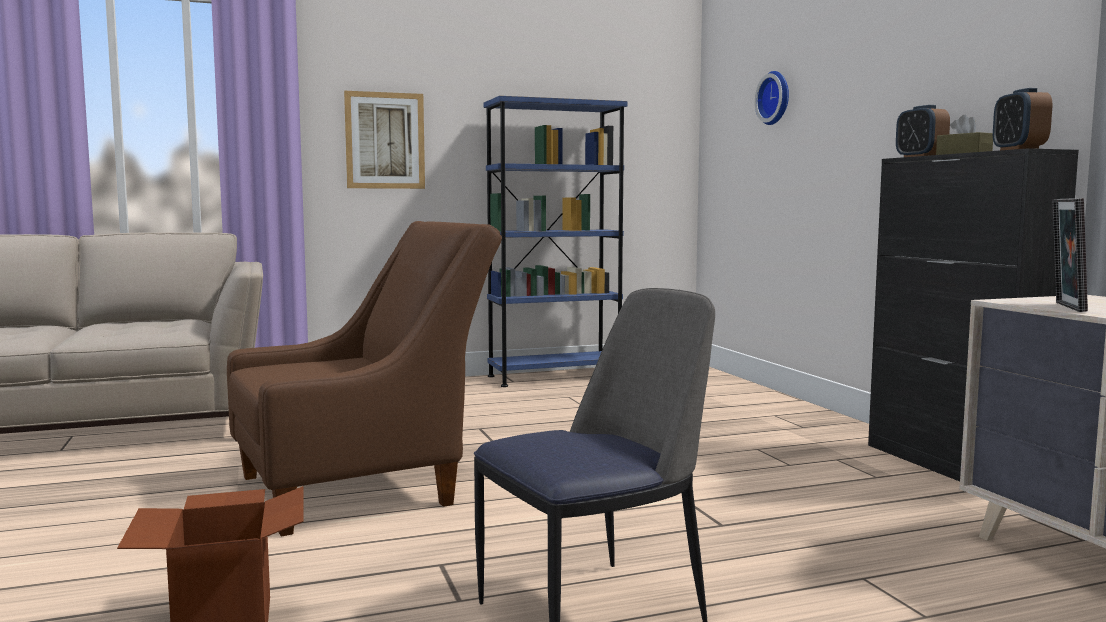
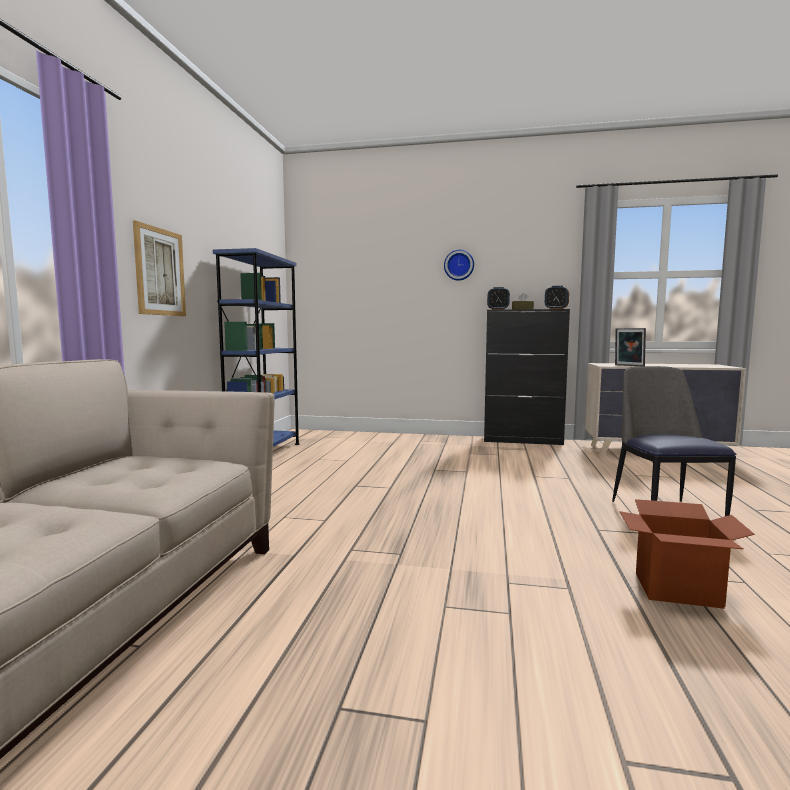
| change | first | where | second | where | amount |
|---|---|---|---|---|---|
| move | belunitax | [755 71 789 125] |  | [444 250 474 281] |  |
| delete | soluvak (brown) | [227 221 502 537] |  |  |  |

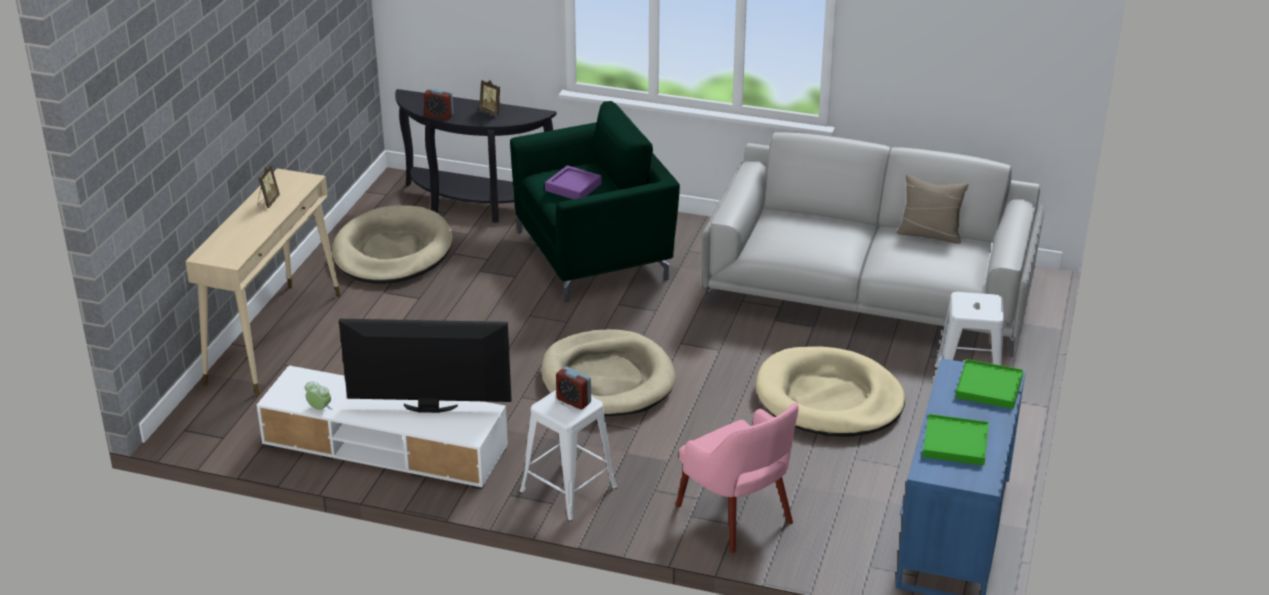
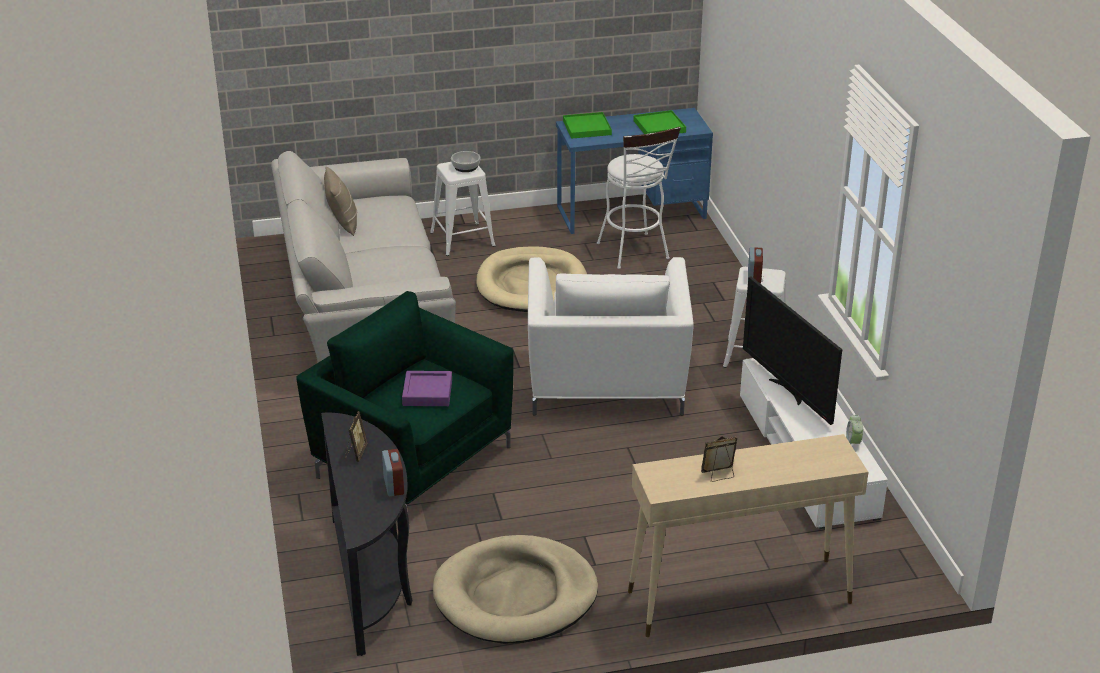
| change | first | where | second | where | amount |
|---|---|---|---|---|---|
| replace | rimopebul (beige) | [541 329 676 416] | soluvak (white) | [528 257 694 416] |  |
| delete | soluvak (pink) | [676 403 799 553] |  |  |  |
| insert |  |  | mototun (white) | [597 127 681 269] |  |
| insert |  |  | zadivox | [451 151 481 172] |  |

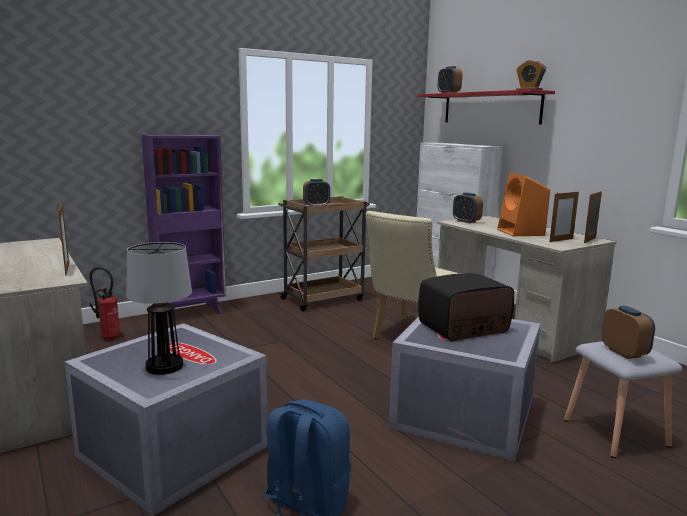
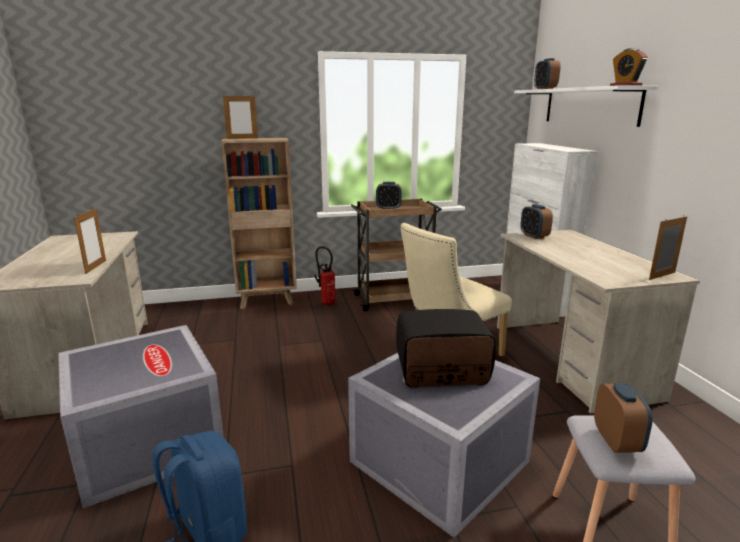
| change | first | where | second | where | amount |
|---|---|---|---|---|---|
| recolor | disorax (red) | [417 89 555 124] | disorax (white) | [514 85 658 127] |  |
| recolor | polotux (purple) | [142 135 226 323] | polotux (brown) | [221 138 297 309] |  |
| delete | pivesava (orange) | [497 173 550 236] |  |  |  |
| move | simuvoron | [549 191 579 242] |  | [223 95 258 139] |  |
| delete | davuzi | [126 242 192 375] |  |  |  |
| move | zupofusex | [89 267 120 340] |  | [314 246 335 306] |  |

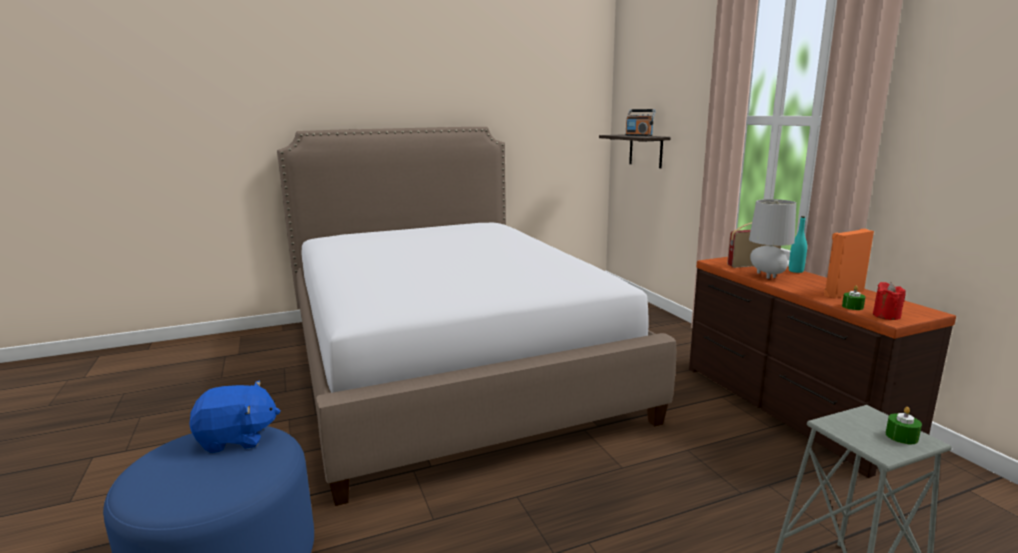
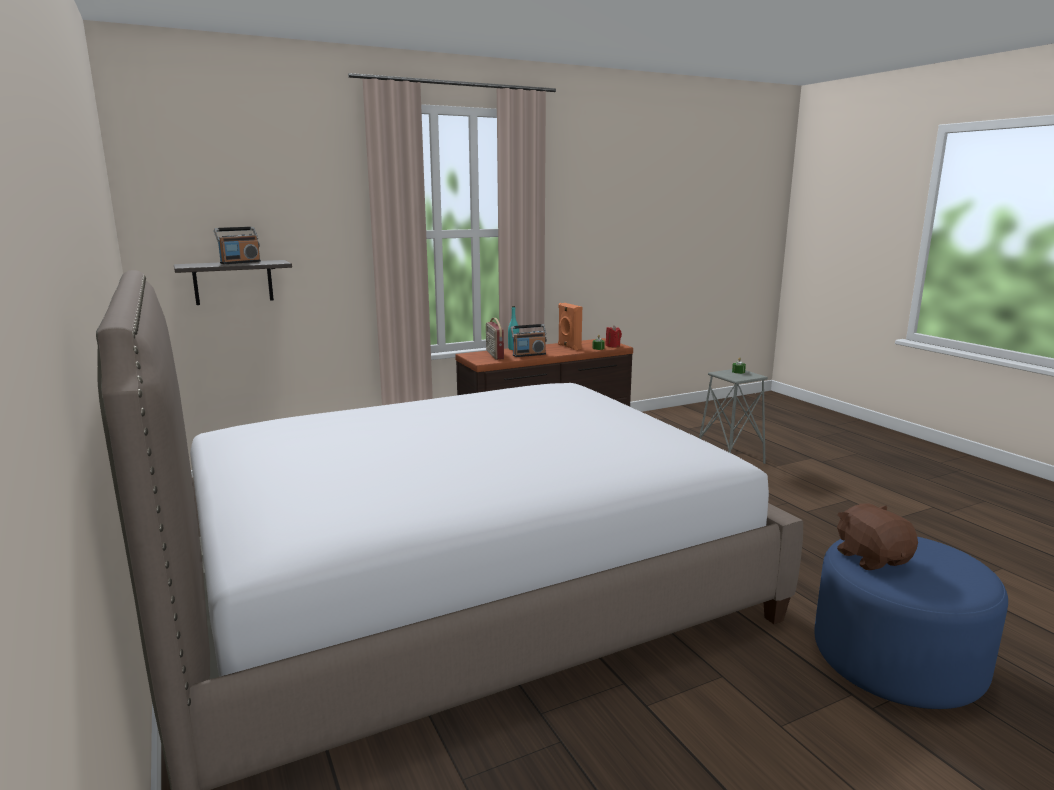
| change | first | where | second | where | amount |
|---|---|---|---|---|---|
| replace | davuzi (grey) | [749 199 796 279] | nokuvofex | [511 324 547 357] |  |
| recolor | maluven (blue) | [189 380 280 453] | maluven (brown) | [837 504 918 570] |  |

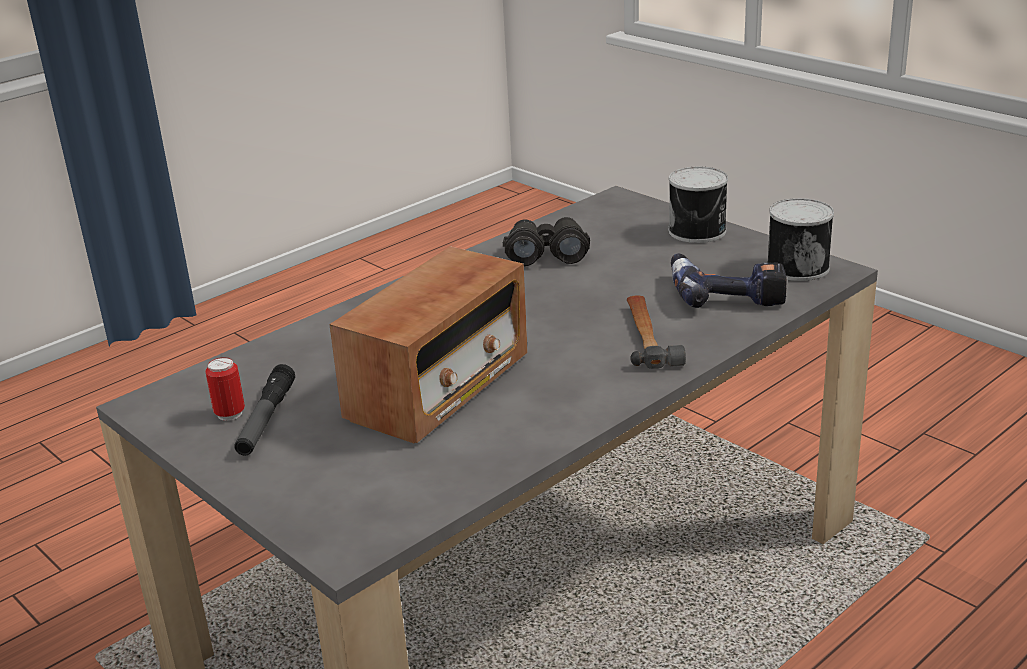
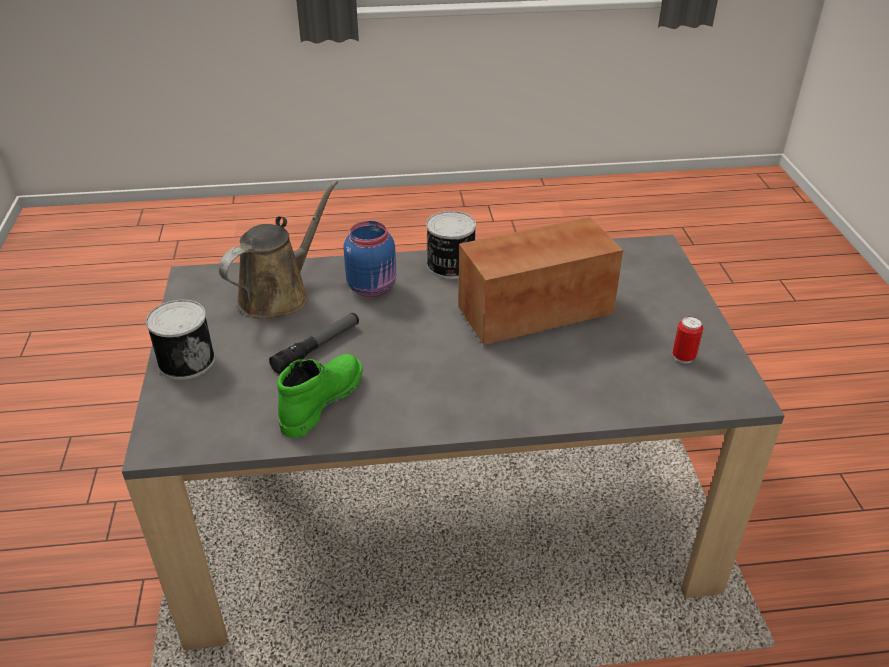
| change | first | where | second | where | amount |
|---|---|---|---|---|---|
| move | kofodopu | [767 198 834 281] |  | [426 211 476 279] |  |
| replace | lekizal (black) | [503 217 590 266] | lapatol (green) | [277 354 363 438] |  |
| replace | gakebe | [671 253 787 308] | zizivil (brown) | [219 180 338 319] |  |
| replace | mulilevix | [627 295 686 369] | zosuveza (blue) | [343 221 396 297] |  |
| move | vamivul | [234 364 295 456] |  | [269 313 359 374] |  |

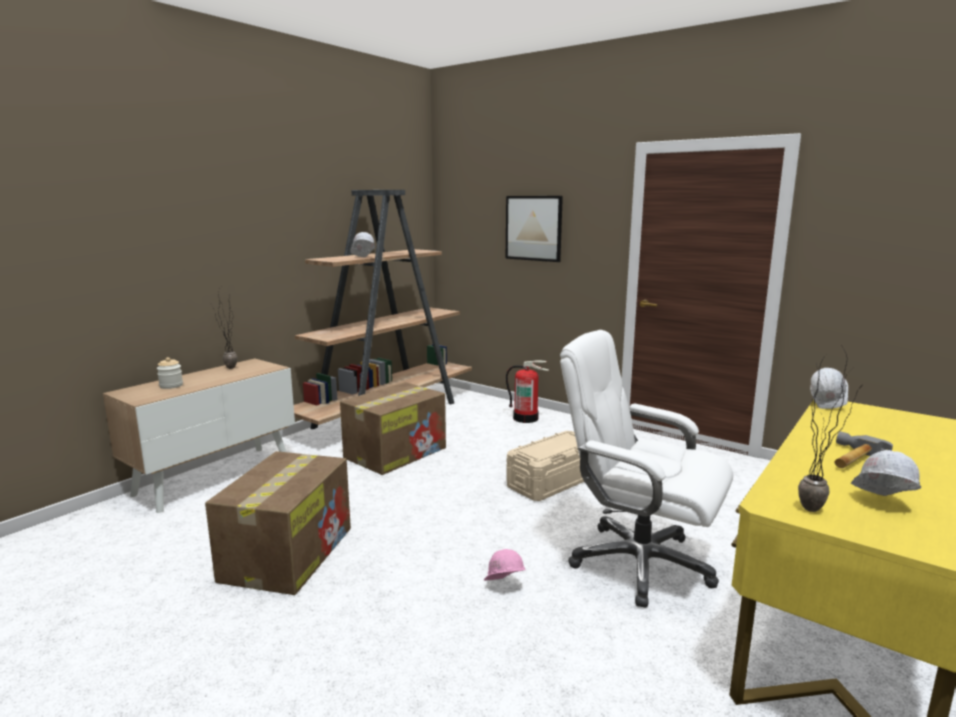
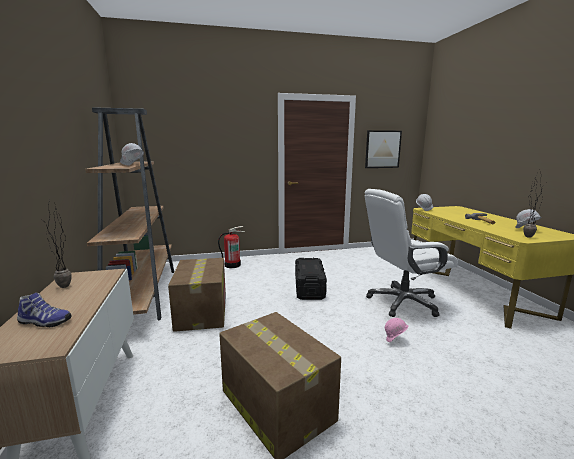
| change | first | where | second | where | amount |
|---|---|---|---|---|---|
| move | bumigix | [506 196 563 262] |  | [365 130 402 168] |  |
| replace | zosuveza | [157 357 183 389] | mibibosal | [17 292 72 327] |  |
| recolor | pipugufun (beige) | [506 431 584 501] | pipugufun (black) | [295 257 327 300] |  |

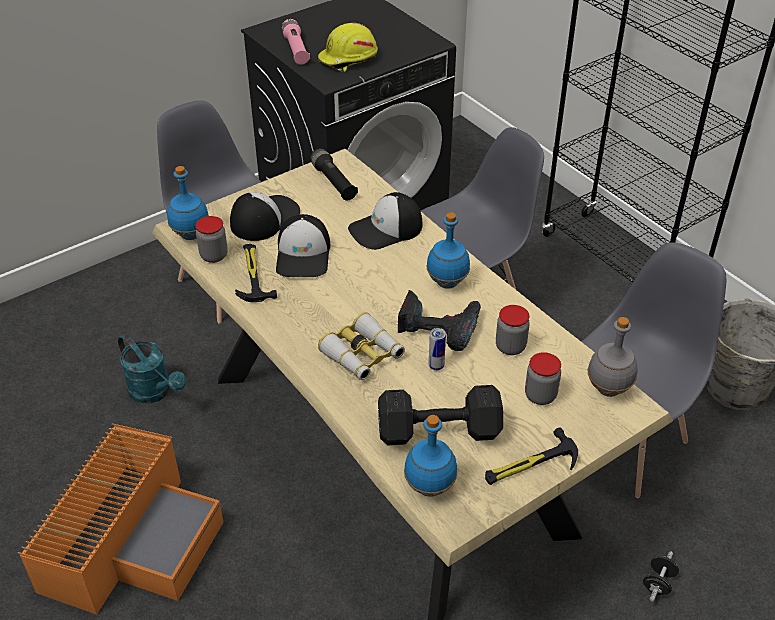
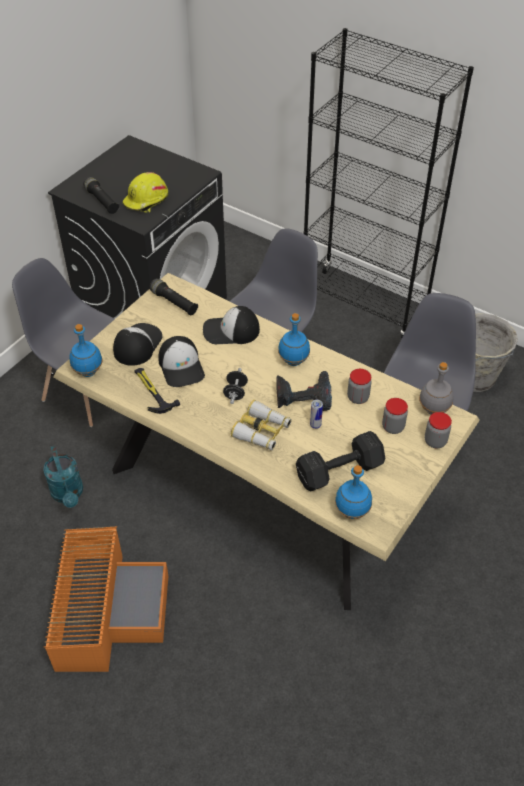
| change | first | where | second | where | amount |
|---|---|---|---|---|---|
| recolor | vamivul (pink) | [282 19 310 65] | vamivul (black) | [83 177 120 214] |  |
| rotate | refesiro | [348 192 422 250] |  | [203 306 260 344] | 45 degrees clockwise |
| move | zosuveza | [196 216 228 263] |  | [425 412 452 448] |  |
| rotate | zizivil (turquoise) | [118 334 186 403] |  | [43 446 83 508] | 45 degrees clockwise |
| delete | mulilevix | [485 427 578 485] |  |  |  |
| move | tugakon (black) | [643 551 679 601] |  | [223 368 248 404] |  |

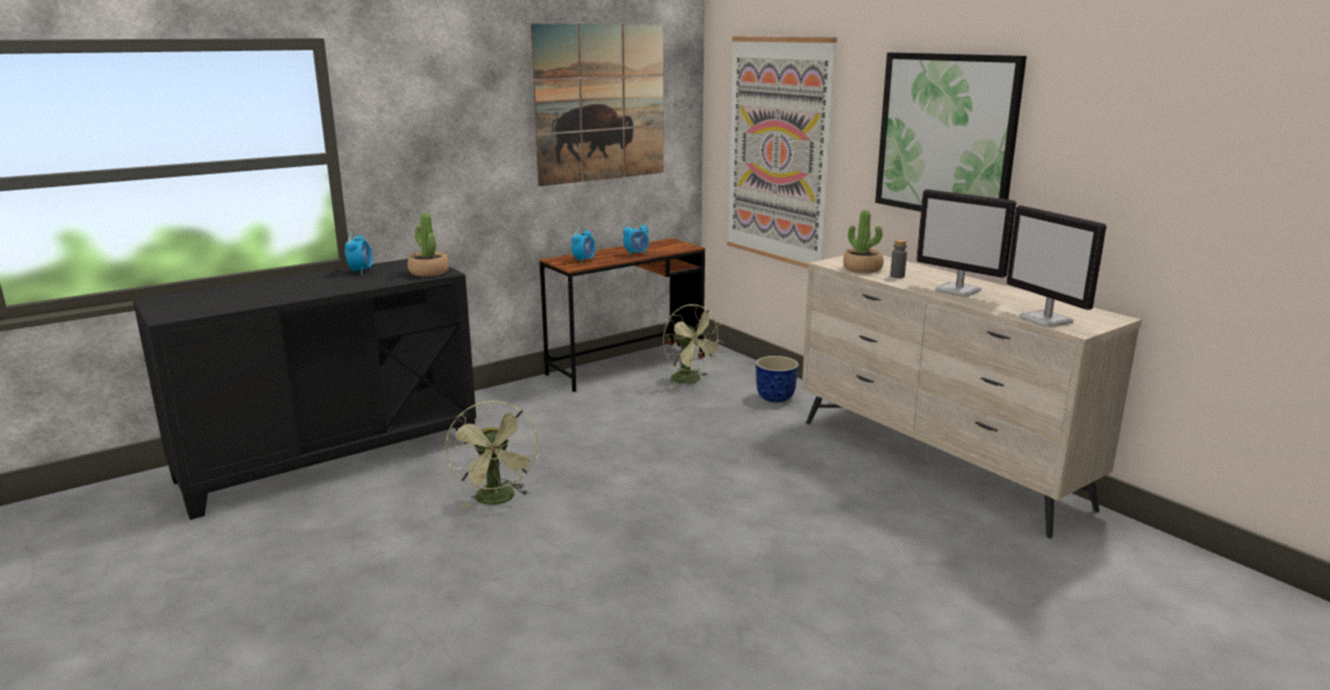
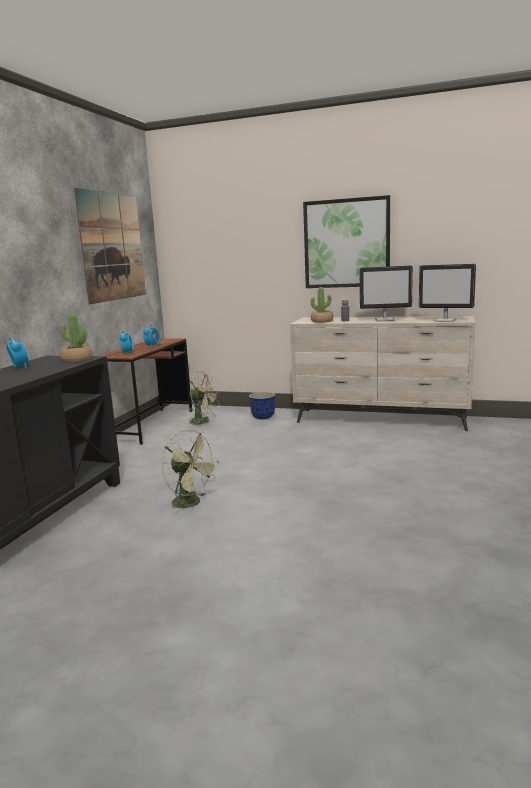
| change | first | where | second | where | amount |
|---|---|---|---|---|---|
| delete | bumigix | [727 36 837 268] |  |  |  |

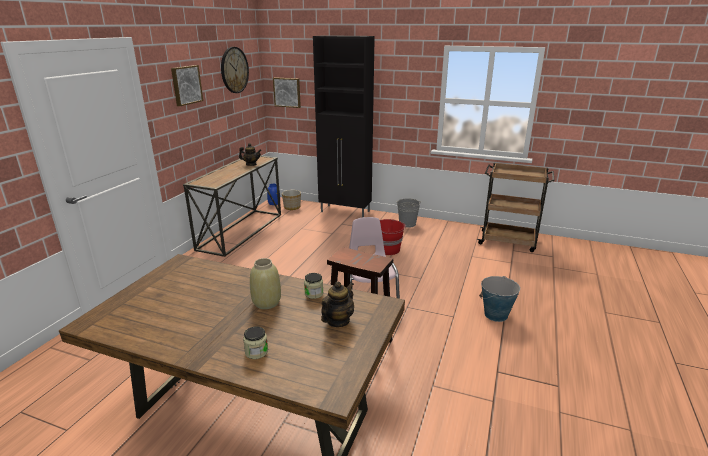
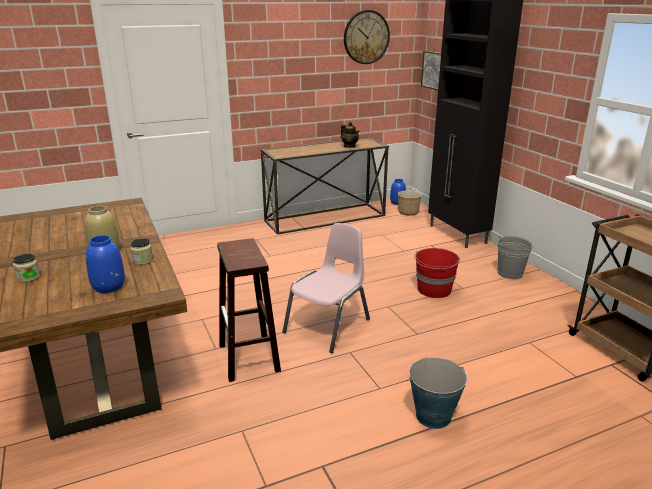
| change | first | where | second | where | amount |
|---|---|---|---|---|---|
| delete | bumigix | [171 65 203 106] |  |  |  |
| replace | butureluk | [321 281 354 327] | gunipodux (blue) | [86 235 125 293] |  |

